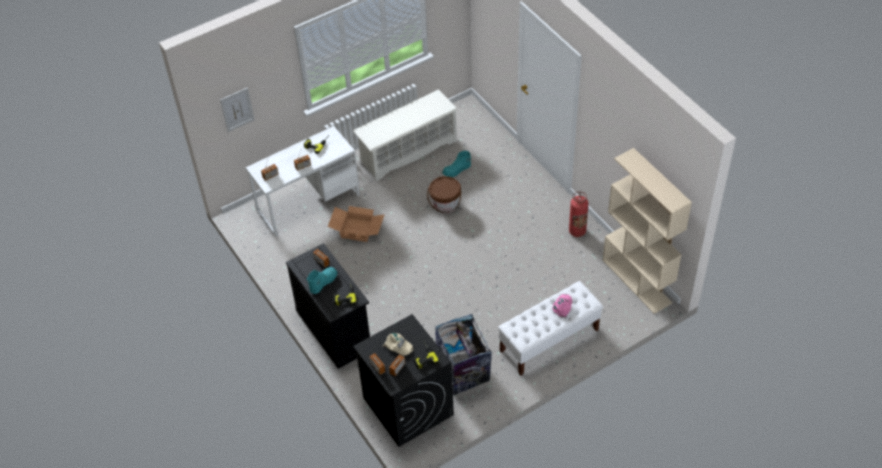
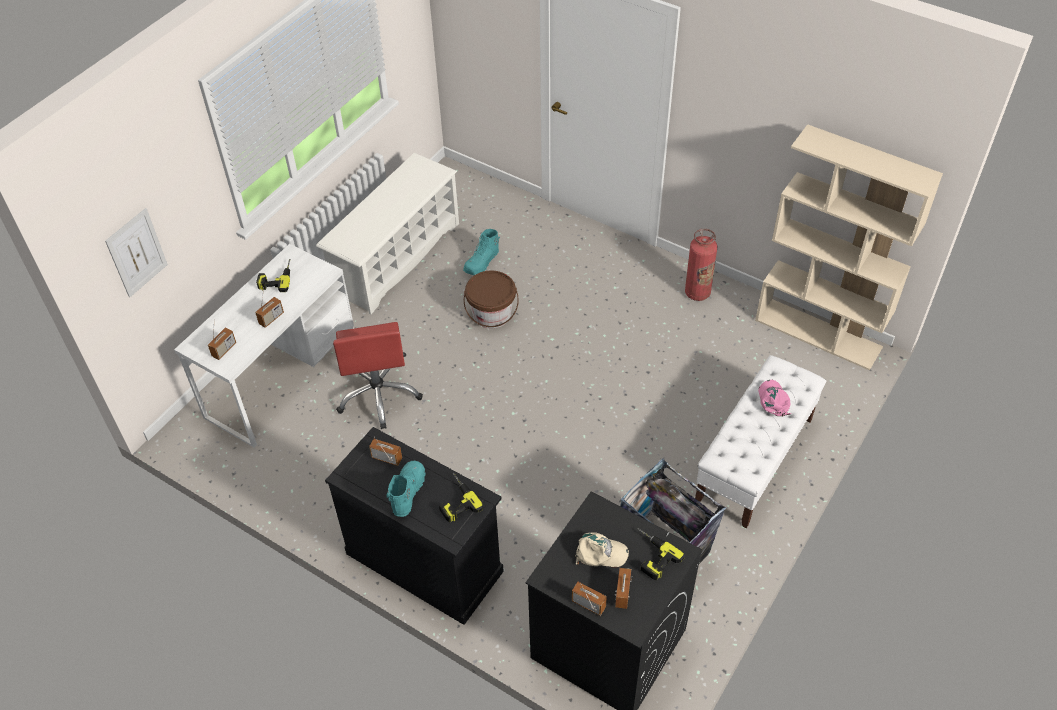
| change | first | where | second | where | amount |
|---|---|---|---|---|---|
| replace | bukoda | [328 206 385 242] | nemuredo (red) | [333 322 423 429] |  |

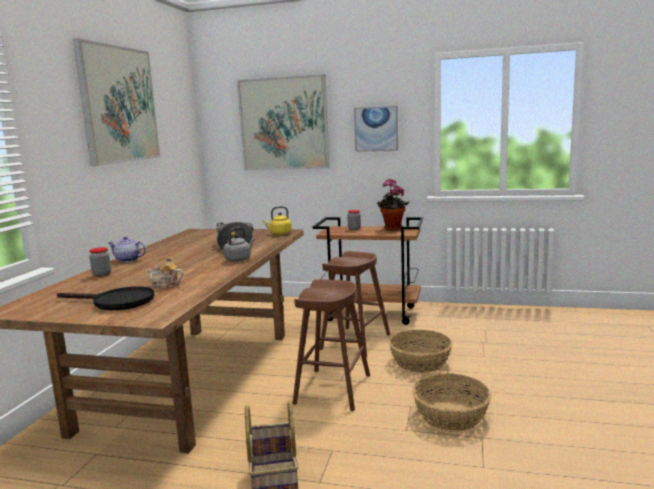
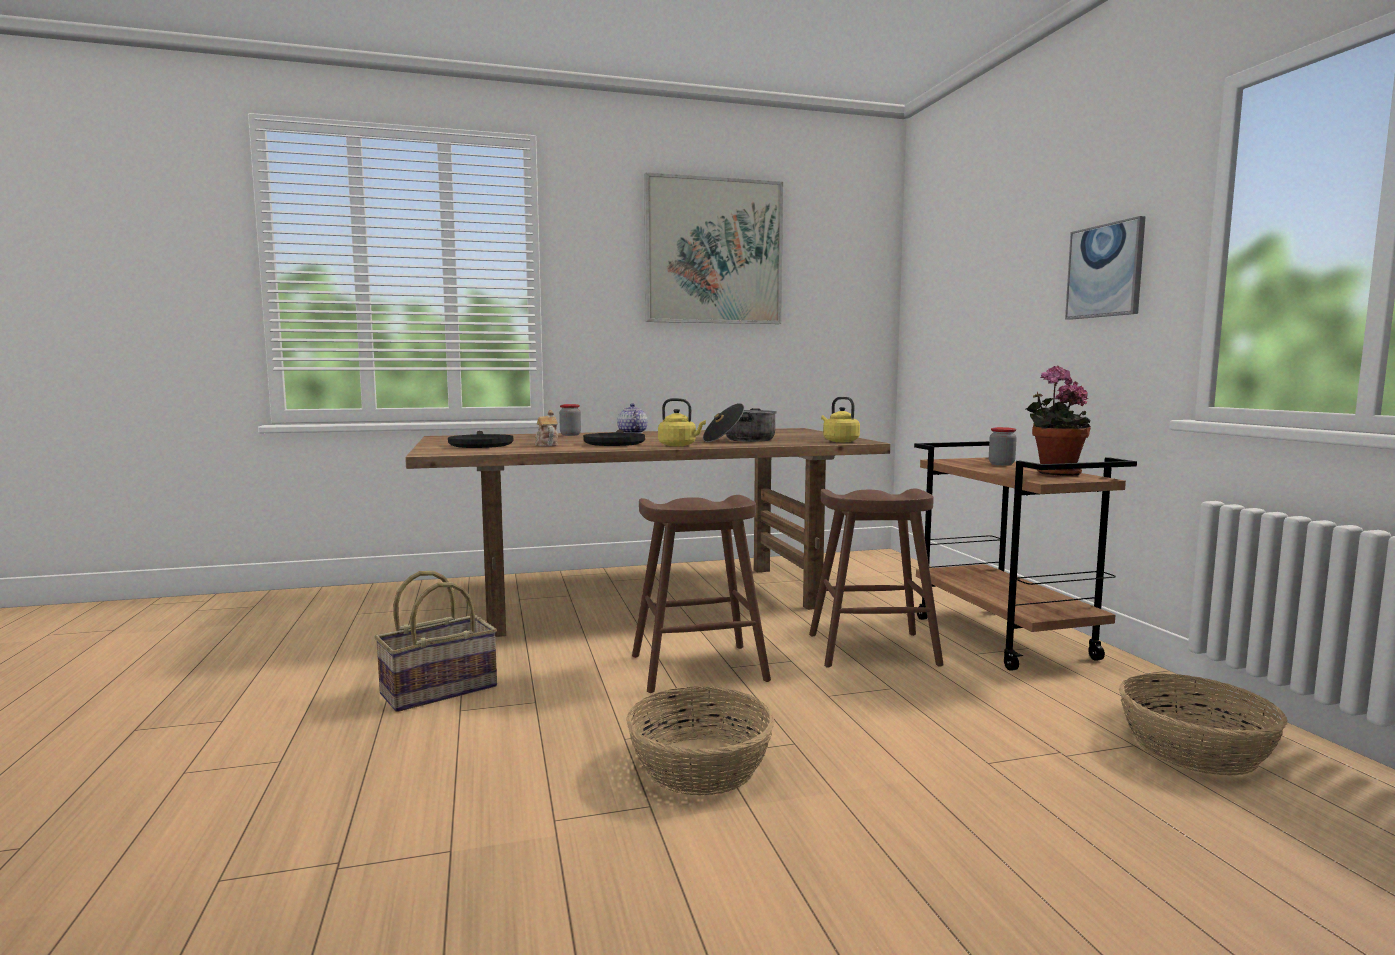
| change | first | where | second | where | amount |
|---|---|---|---|---|---|
| delete | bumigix | [237 74 330 170] |  |  |  |
| recolor | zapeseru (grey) | [223 227 255 262] | zapeseru (yellow) | [658 398 706 446] |  |
| move | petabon | [389 330 452 373] |  | [1119 674 1287 776] |  |
| insert |  |  | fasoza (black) | [583 429 645 446] |  |

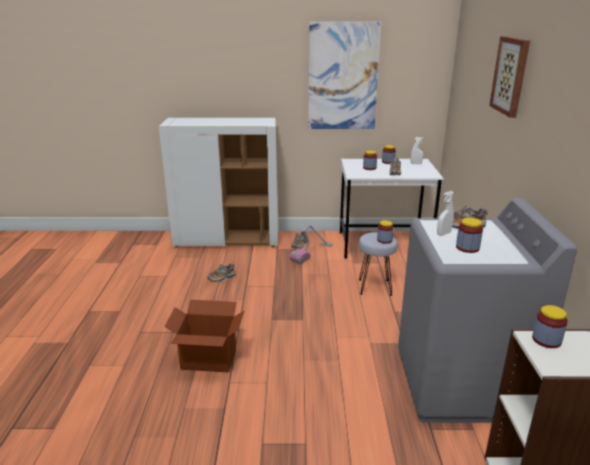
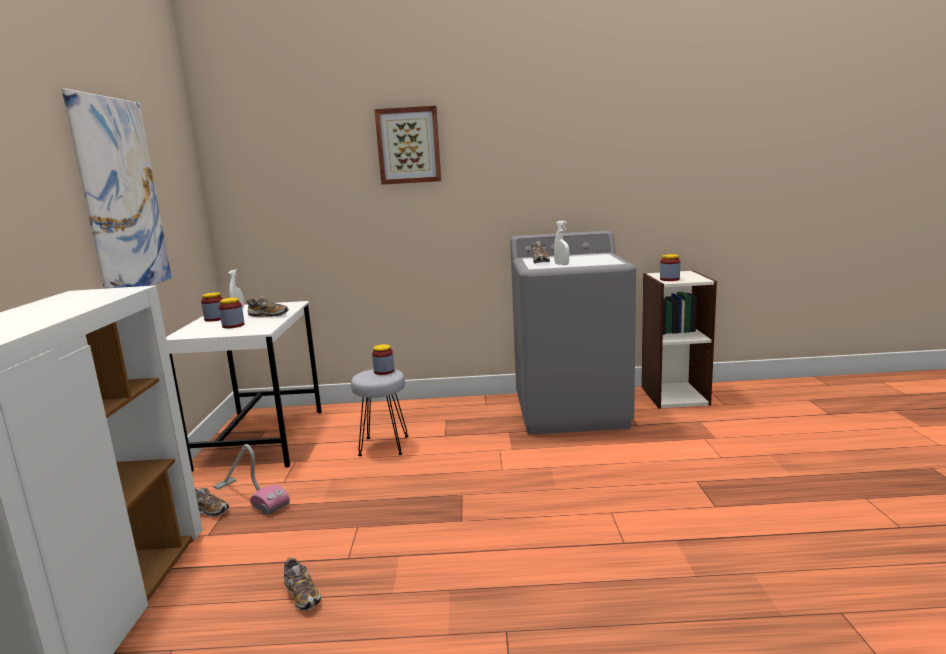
| change | first | where | second | where | amount |
|---|---|---|---|---|---|
| delete | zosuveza | [456 218 483 253] |  |  |  |
| delete | bukoda | [164 300 244 373] |  |  |  |

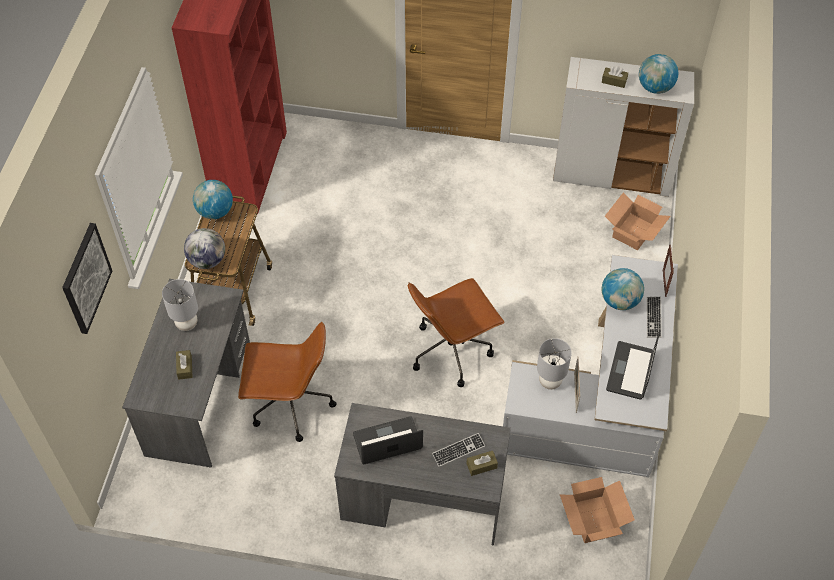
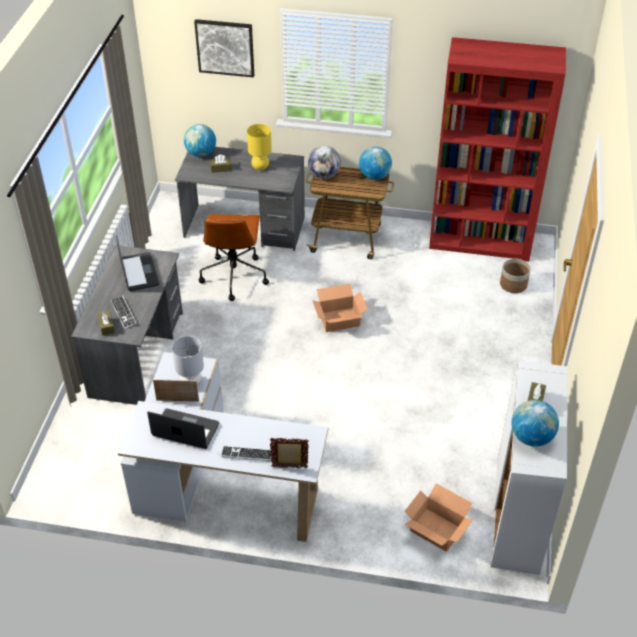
| change | first | where | second | where | amount |
|---|---|---|---|---|---|
| move | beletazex | [602 268 644 310] |  | [184 124 216 157] |  |
| delete | nemuredo (brown) | [408 278 505 387] |  |  |  |
| recolor | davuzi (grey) | [162 279 198 331] | davuzi (yellow) | [247 124 272 170] |  |
| move | bukoda | [560 477 635 543] |  | [312 284 368 332] |  |
| insert |  |  | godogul | [500 258 531 293] |  |

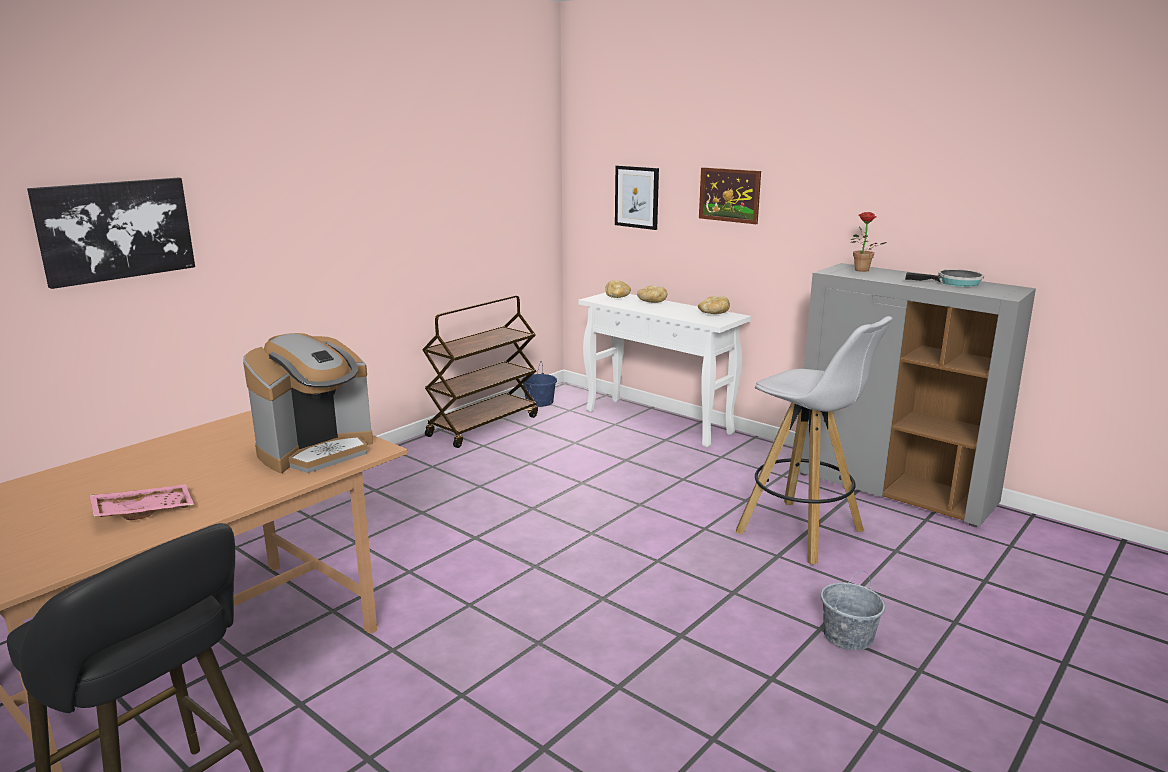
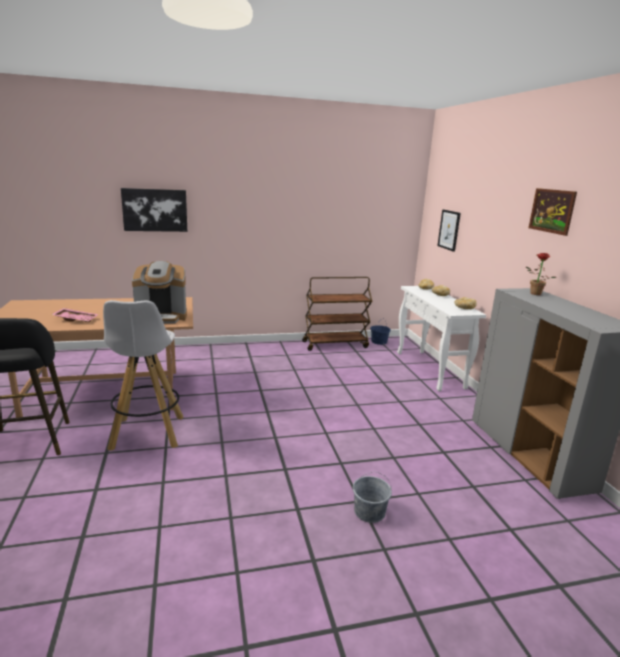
| change | first | where | second | where | amount |
|---|---|---|---|---|---|
| move | bumigix | [699 167 761 224] |  | [528 188 577 236] |  |
| delete | fasoza | [905 269 984 287] |  |  |  |
| move | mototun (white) | [736 316 893 565] |  | [103 300 184 451] |  |

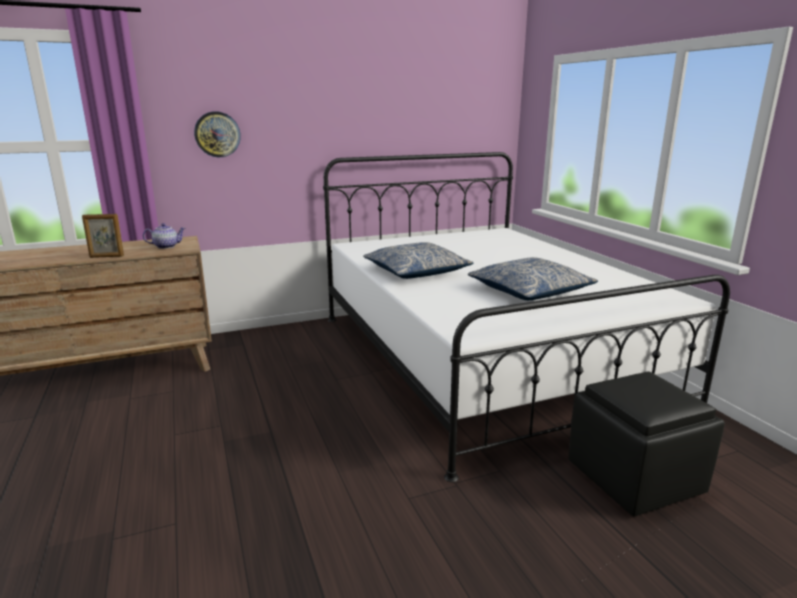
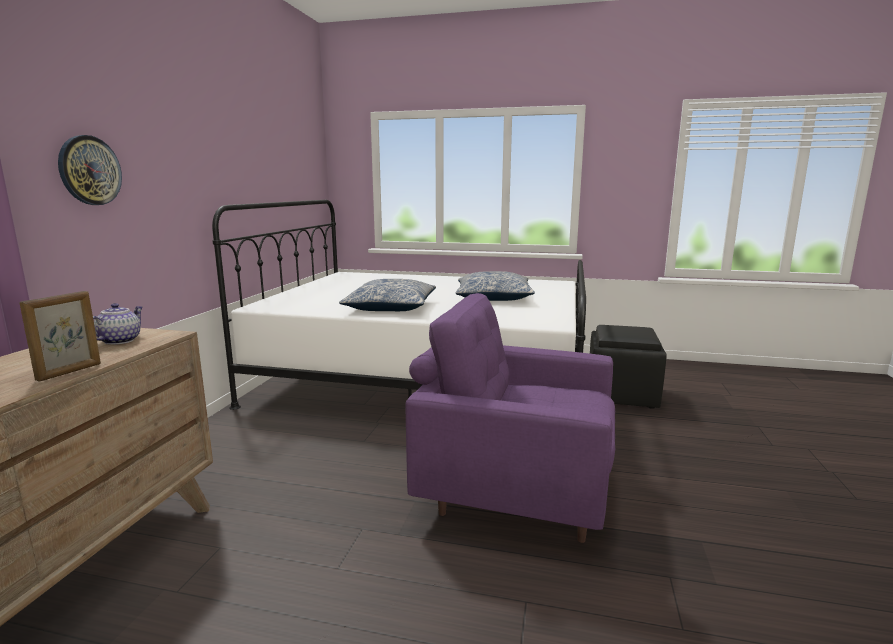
| change | first | where | second | where | amount |
|---|---|---|---|---|---|
| insert |  |  | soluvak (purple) | [406 293 615 543] |  |

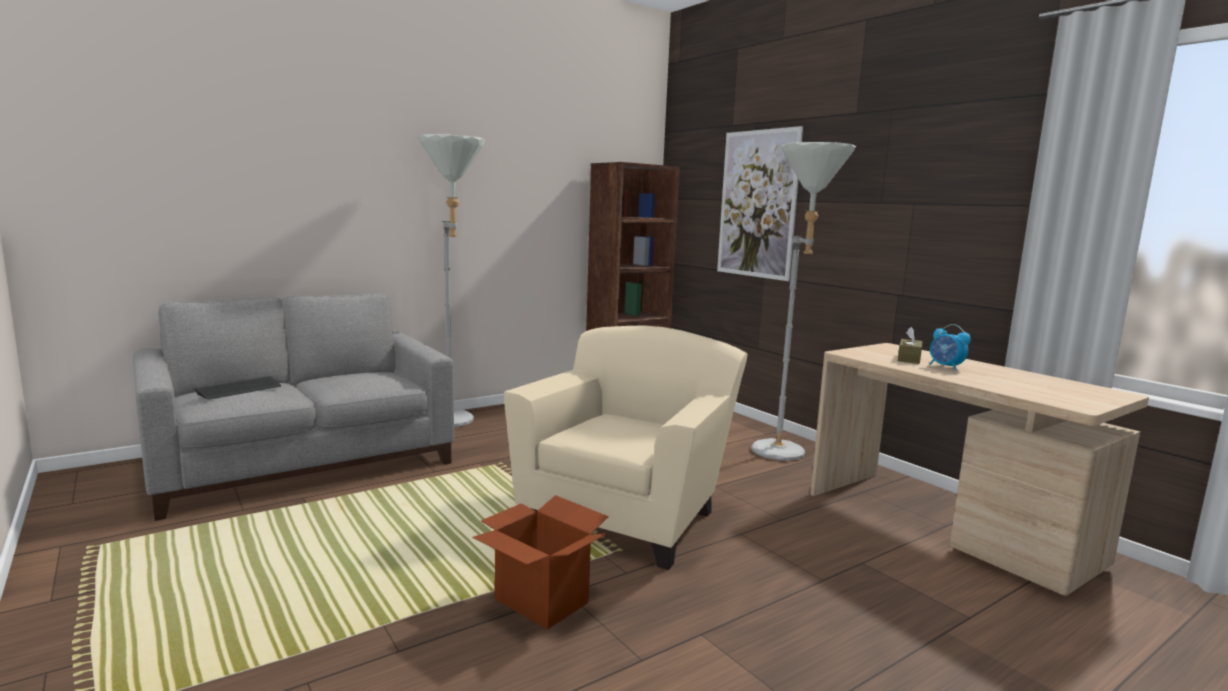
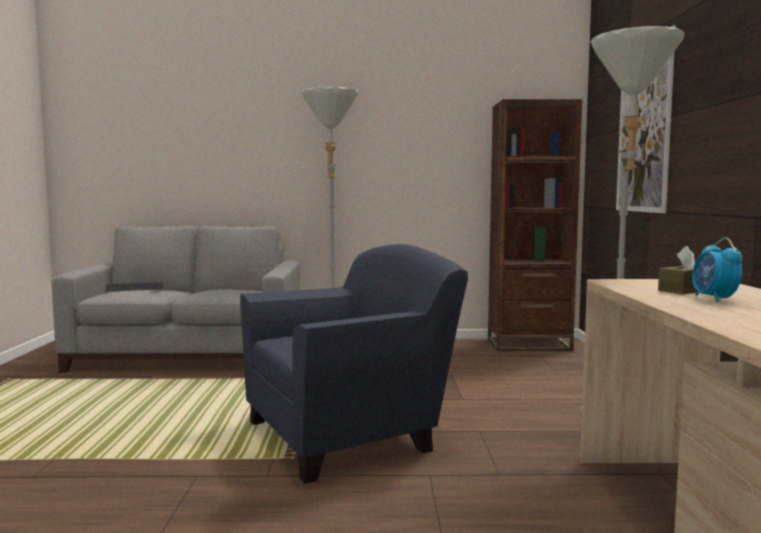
| change | first | where | second | where | amount |
|---|---|---|---|---|---|
| recolor | soluvak (beige) | [504 326 748 570] | soluvak (blue) | [240 244 468 484] |  |
| delete | bukoda | [472 495 609 629] |  |  |  |

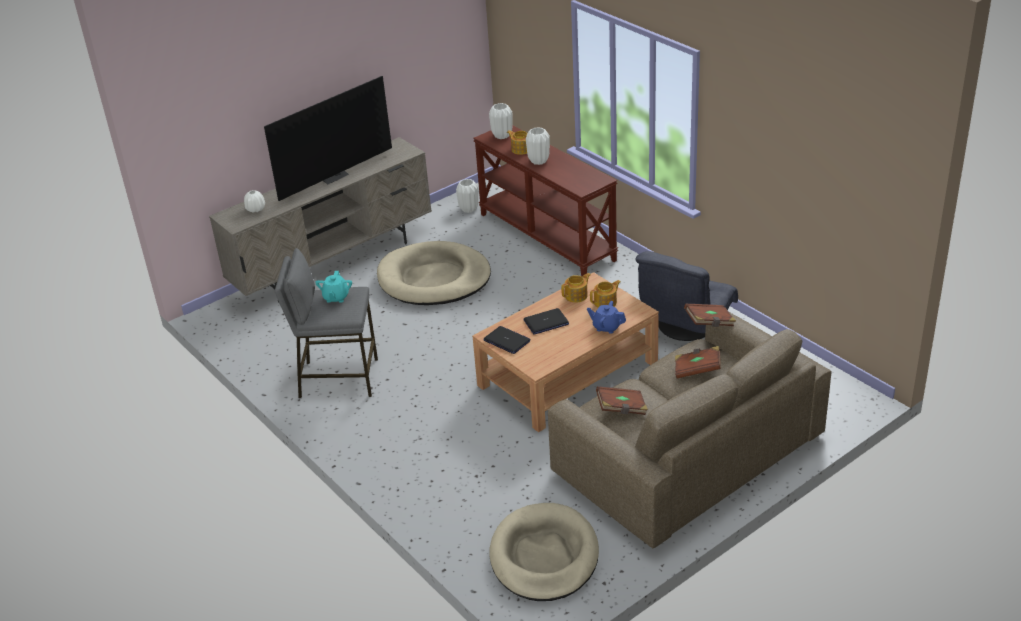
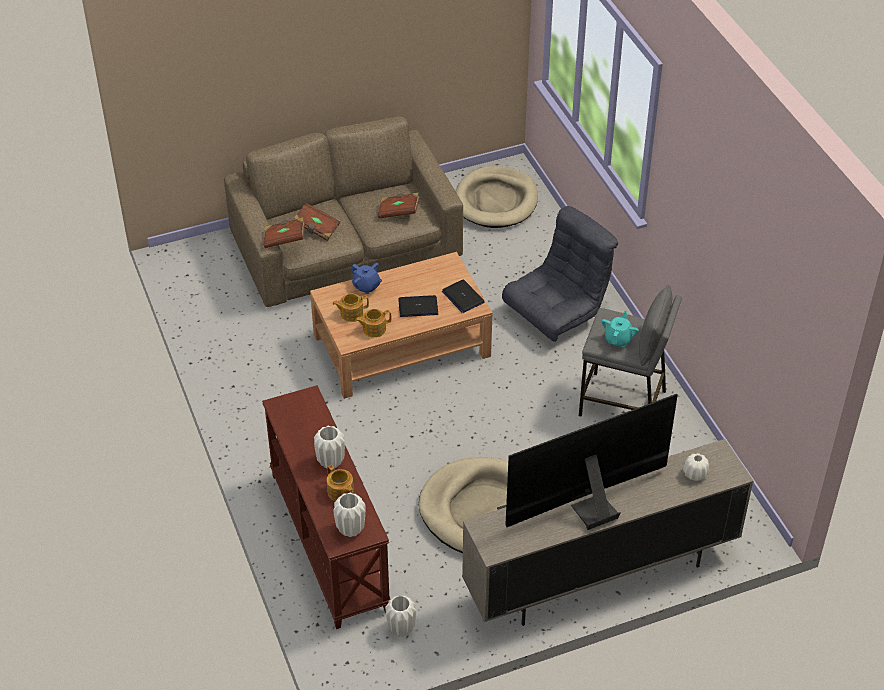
| change | first | where | second | where | amount |
|---|---|---|---|---|---|
| move | soluvak (grey) | [635 251 738 341] |  | [502 206 618 342] |  |

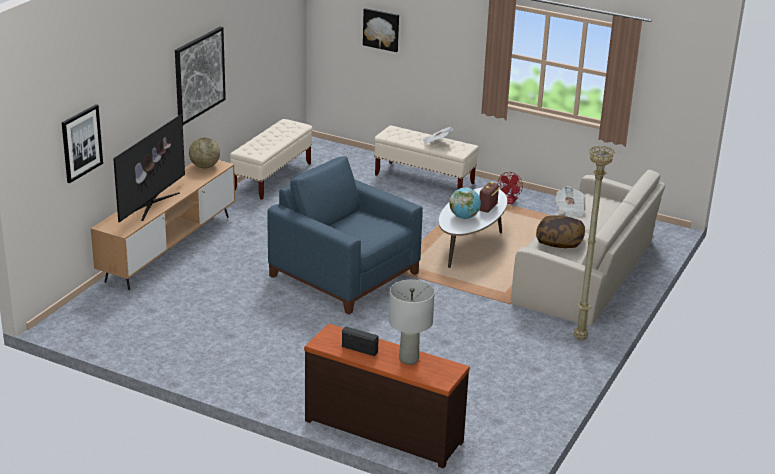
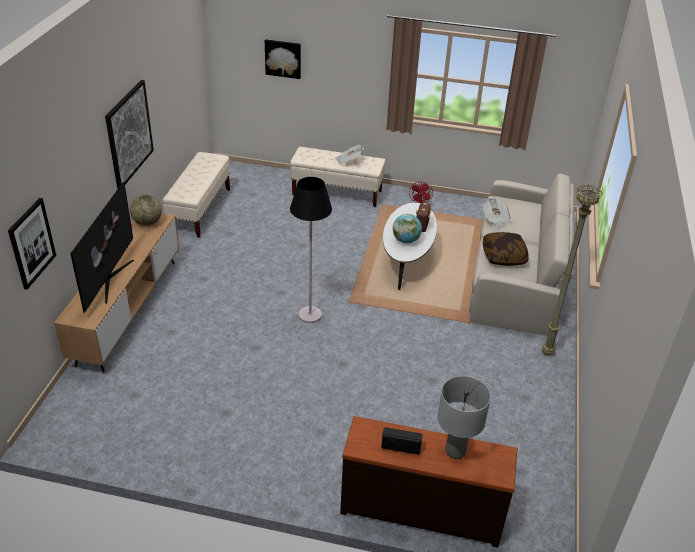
| change | first | where | second | where | amount |
|---|---|---|---|---|---|
| replace | soluvak (blue) | [267 156 423 314] | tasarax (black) | [290 177 332 323] |  |

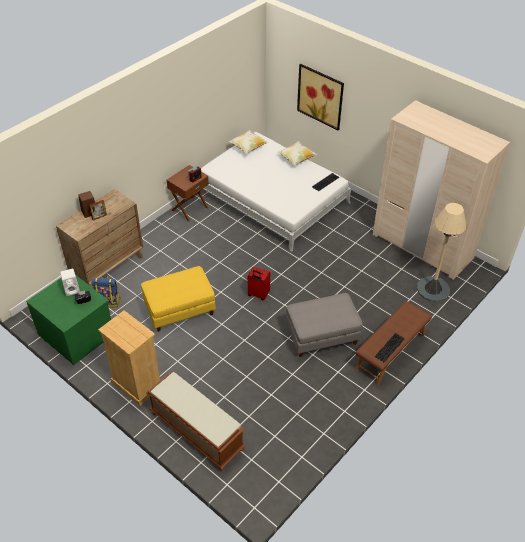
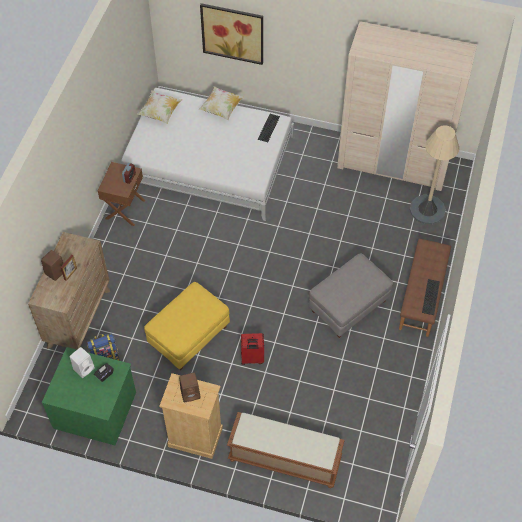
| change | first | where | second | where | amount |
|---|---|---|---|---|---|
| move | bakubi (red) | [248 267 270 301] |  | [241 333 264 365] |  |
| insert |  |  | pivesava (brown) | [179 373 201 402] |  |

